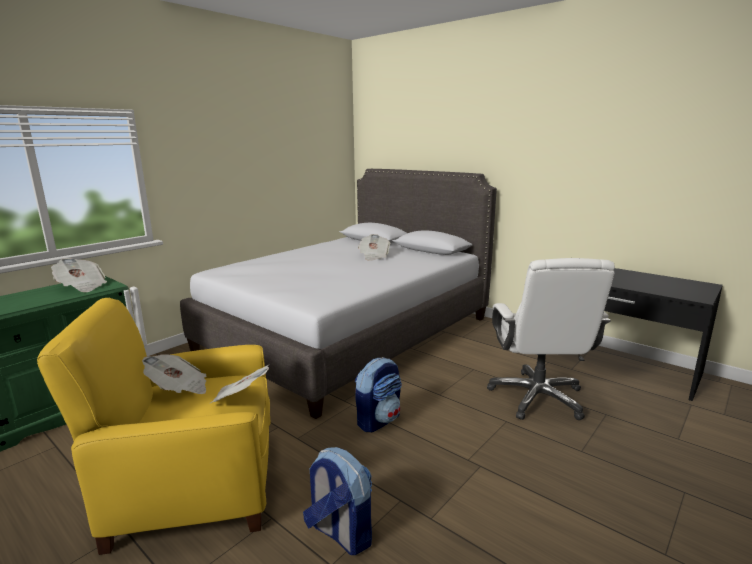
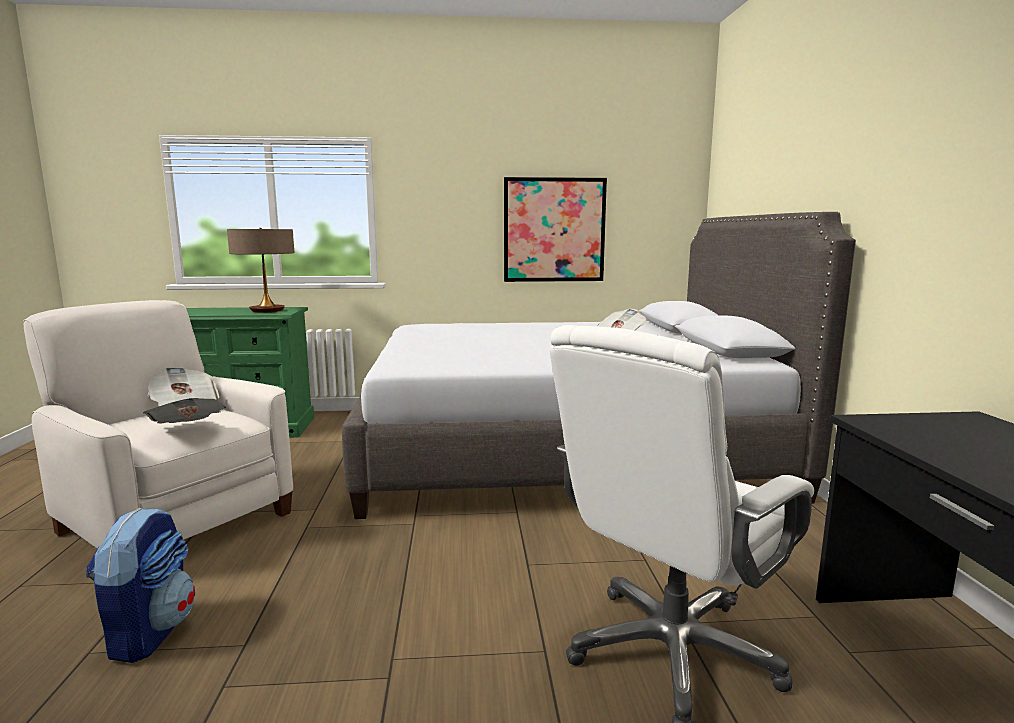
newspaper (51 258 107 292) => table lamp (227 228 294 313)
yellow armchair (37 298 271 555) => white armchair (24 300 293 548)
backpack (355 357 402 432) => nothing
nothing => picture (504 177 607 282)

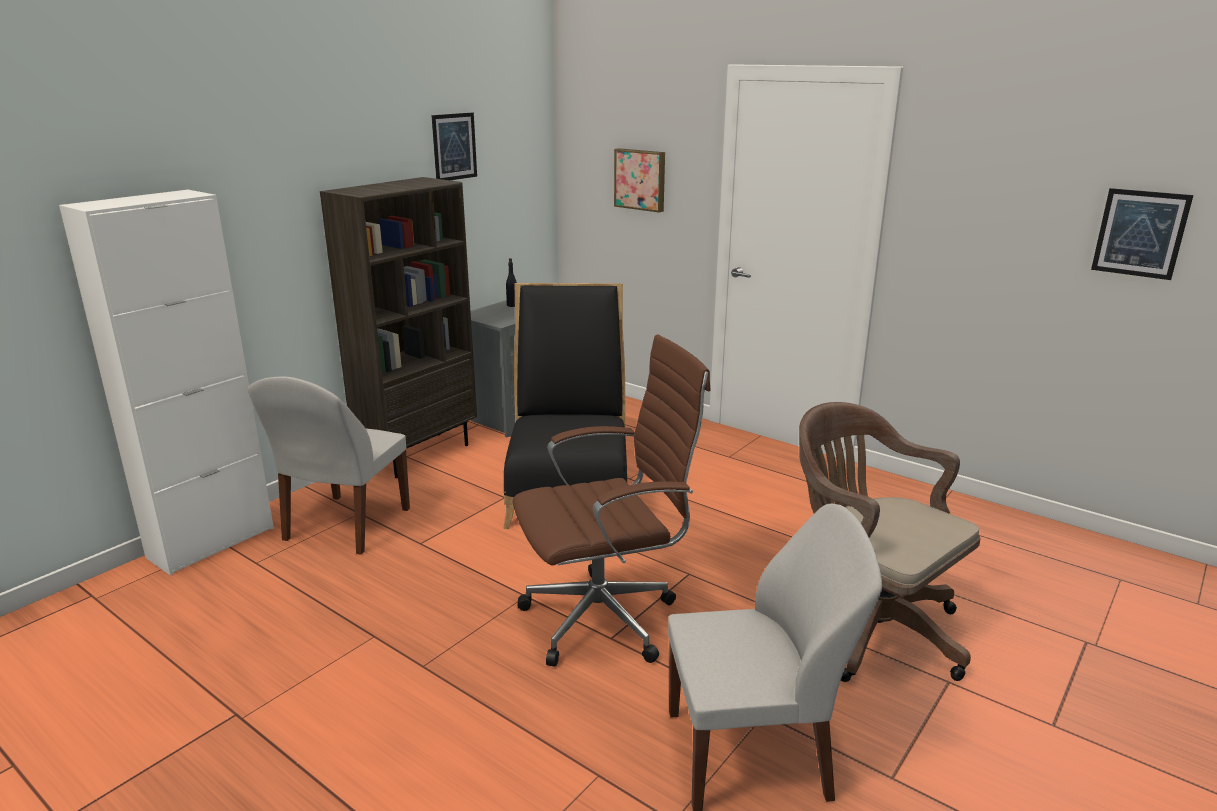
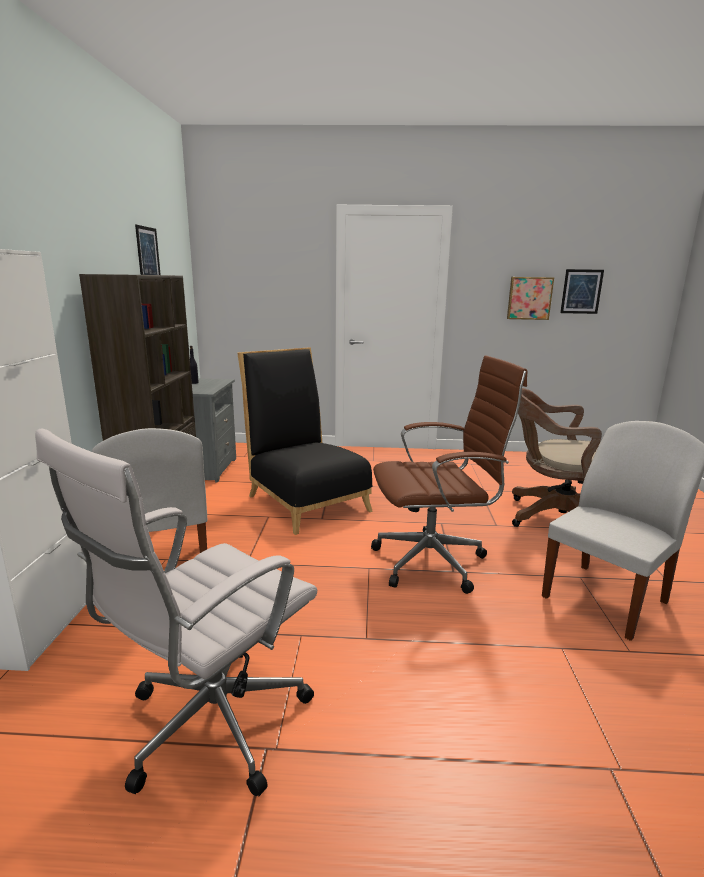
picture (614 148 665 213) => picture (507 277 554 320), relocated
brown office chair (512 334 711 667) => brown office chair (371 355 527 594), 45 degrees clockwise
nothing => white office chair (35 428 317 796)

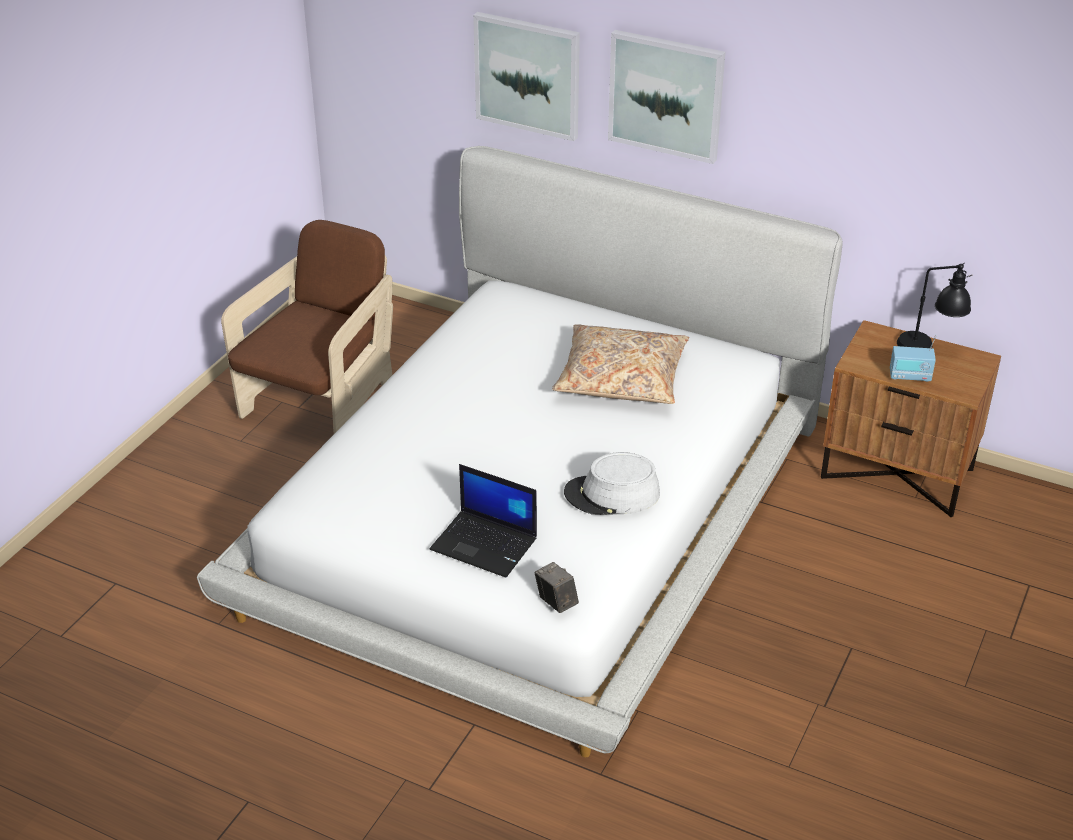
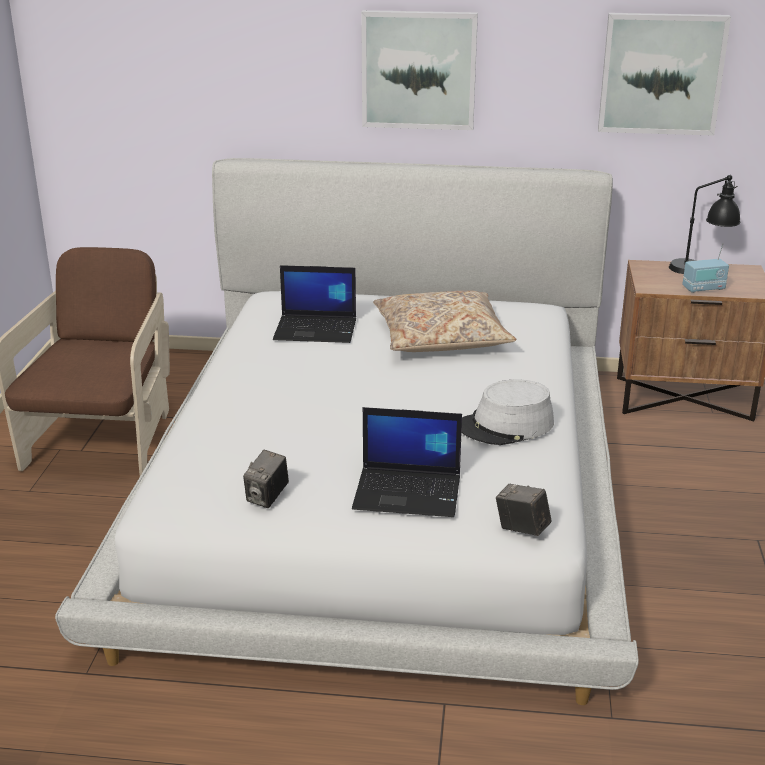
picture (473 12 580 141) => picture (598 13 731 136), relocated
nothing => laptop (273 265 356 343)
nothing => photo camera (243 450 289 508)

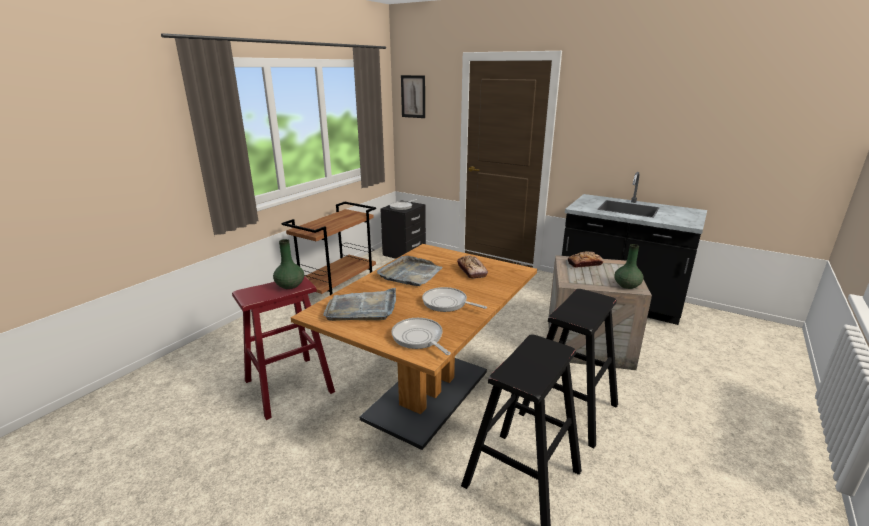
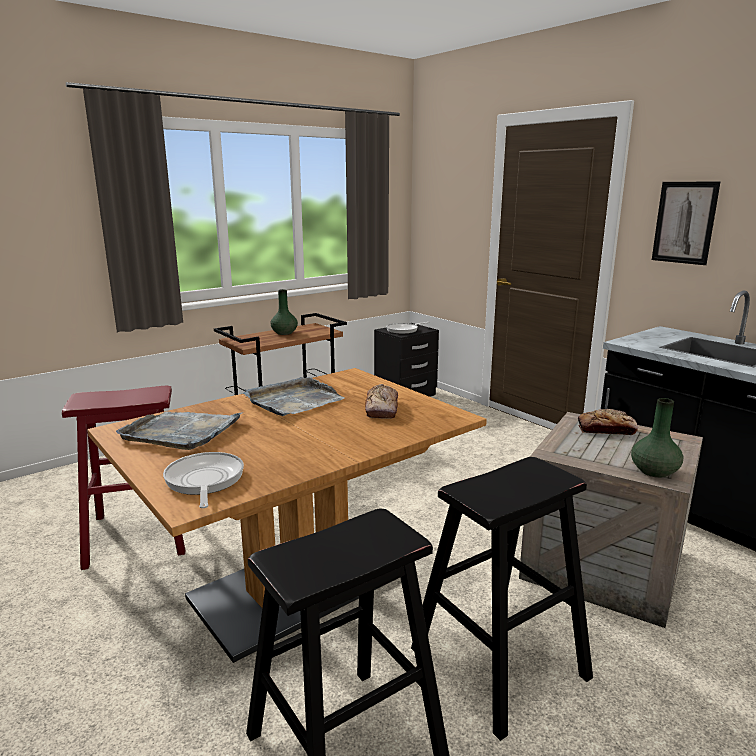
picture (401 75 425 118) => picture (652 182 720 265), relocated
green vase (273 239 304 289) => green vase (271 289 298 335), relocated
frying pan (422 287 487 312) => nothing

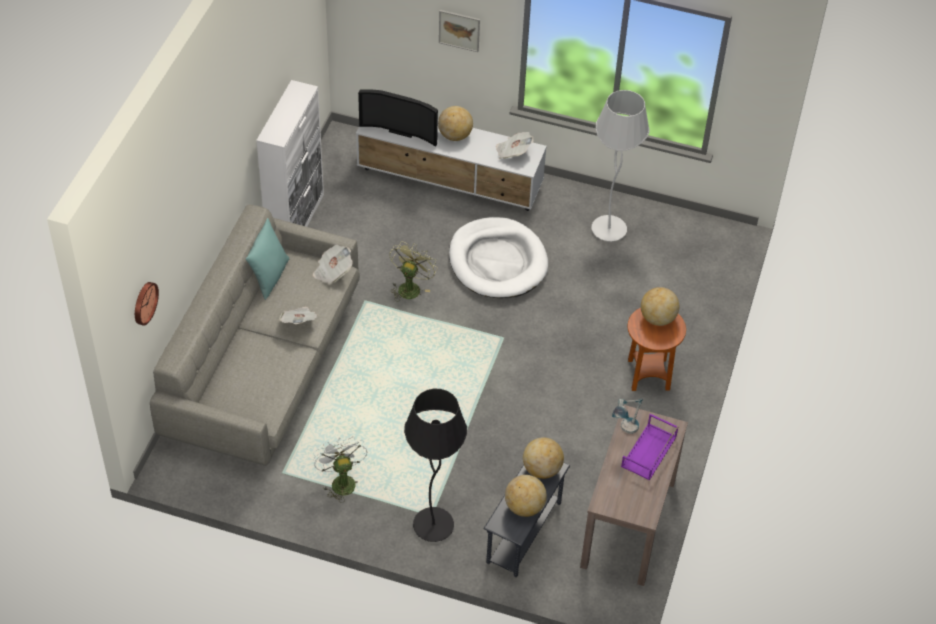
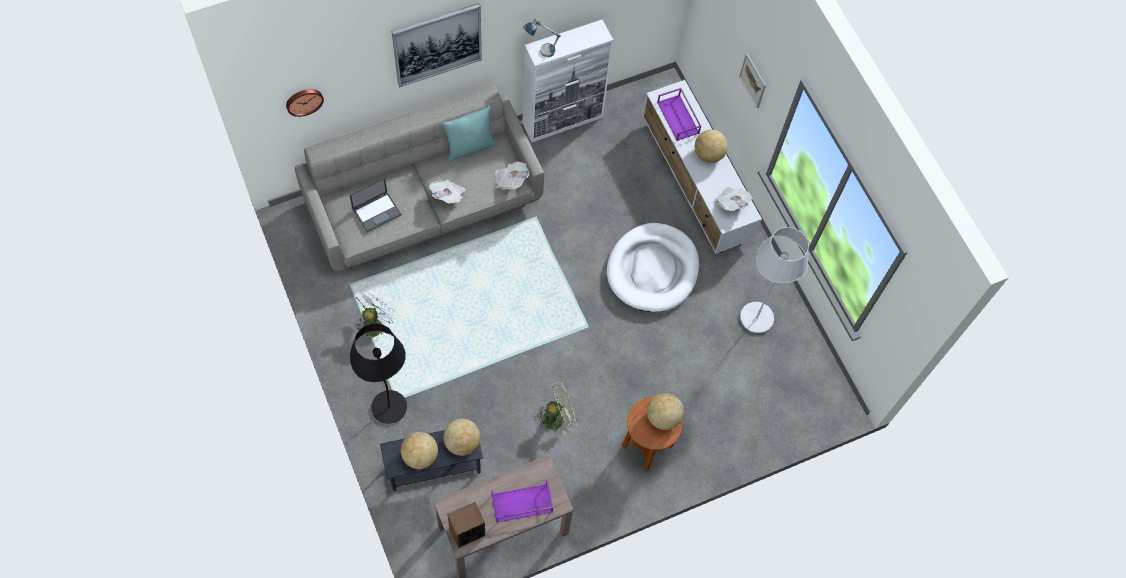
television (358 89 438 147) => purple tray (657 88 701 141)
green fan (389 242 437 302) => green fan (534 382 576 435), relocated
table lamp (612 399 642 434) => table lamp (523 18 561 57), relocated
nothing => picture (391 3 482 87)
nothing => laptop (349 178 402 232)
nothing => speaker (447 502 485 548)

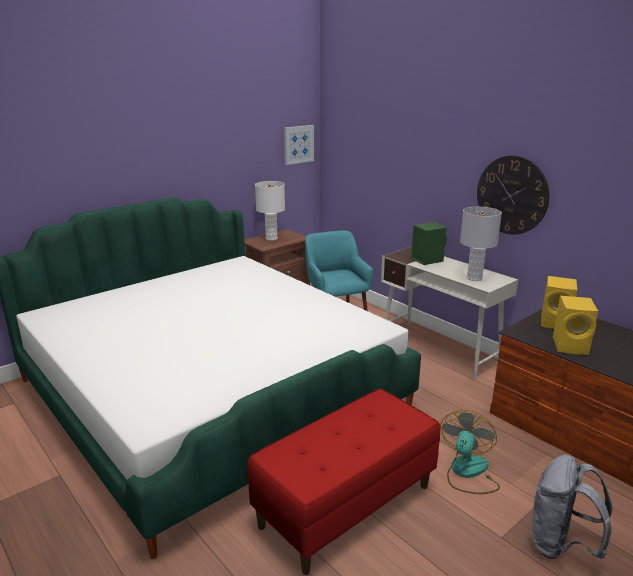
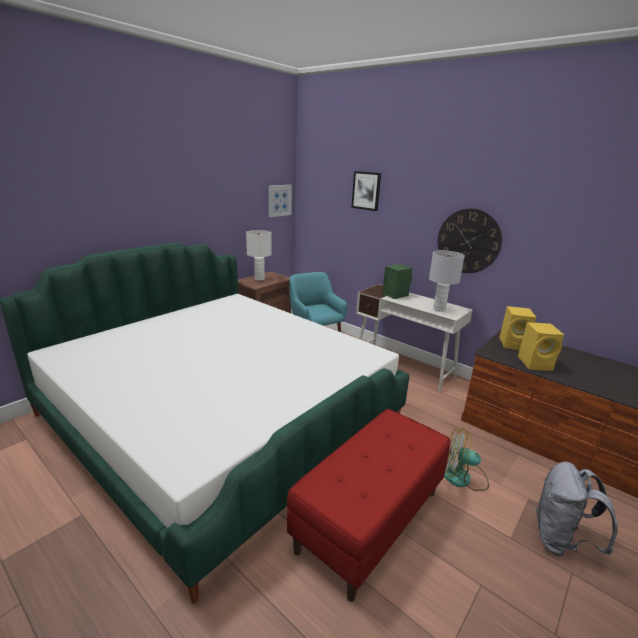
fan (441 410 500 494) => fan (444 428 489 491), 90 degrees counterclockwise
nothing => picture (351 171 381 211)

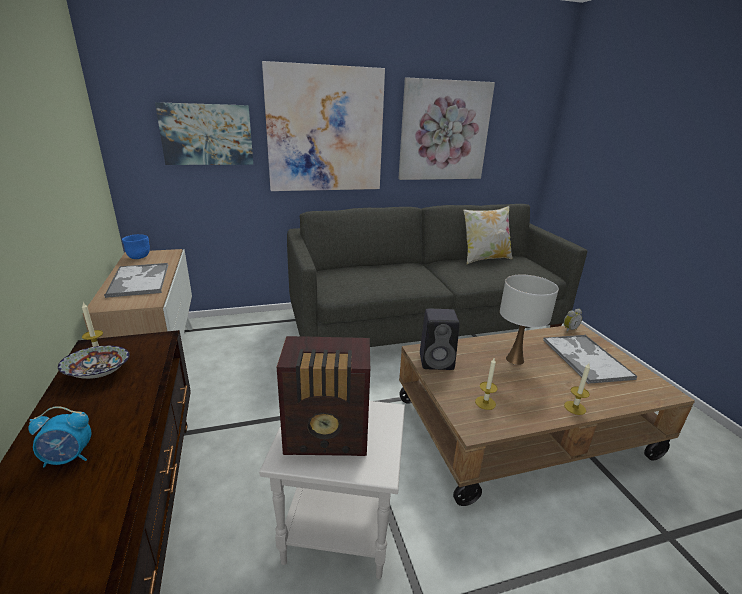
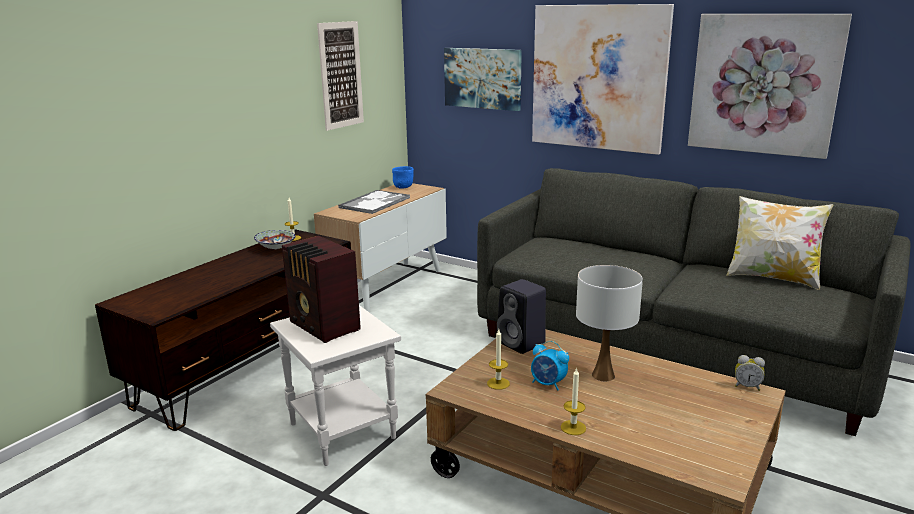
tray (543 335 637 384) => nothing
alarm clock (28 406 92 467) => alarm clock (531 341 569 391), relocated
nothing => picture (317 21 364 131)

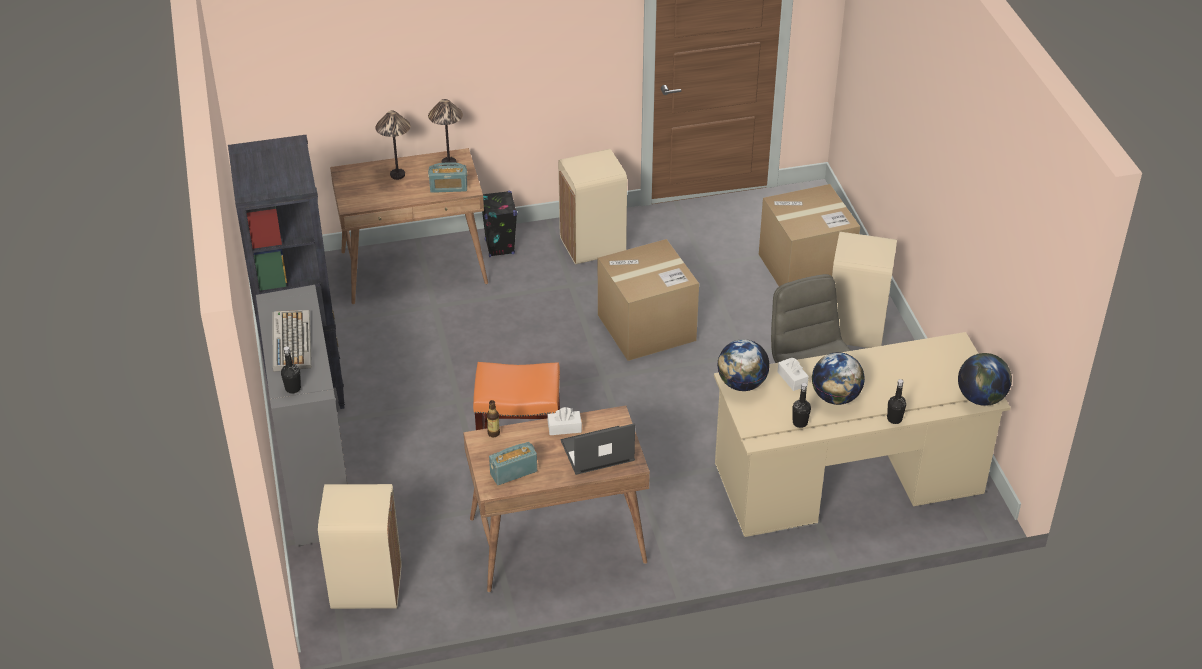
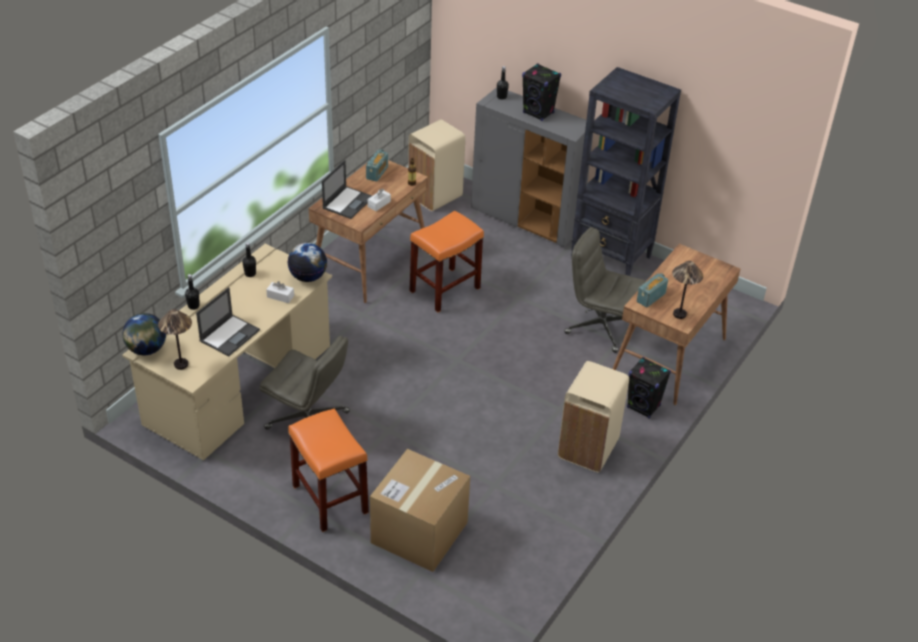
table lamp (375 111 410 180) => table lamp (158 309 192 370), relocated
beige trash can (832 232 897 348) => orange stool (288 408 369 532)
cardboard box (598 239 699 361) => nothing
keyboard (272 310 311 372) => black speaker (522 63 561 121)
globe (812 352 865 405) => nothing
nothing => grey office chair (564 227 646 353)
nothing => laptop (196 287 260 356)

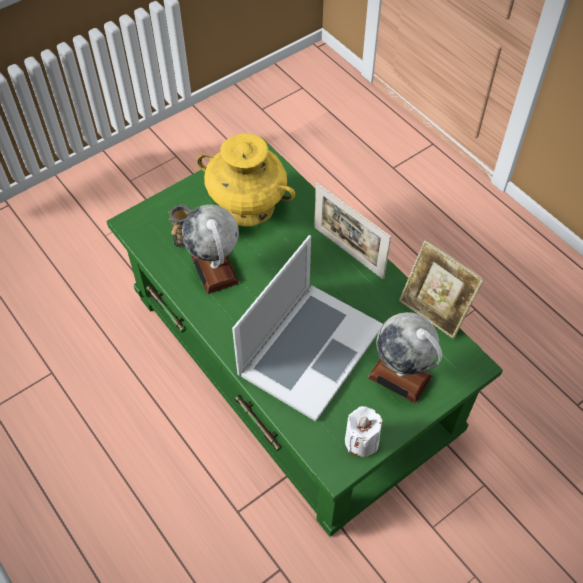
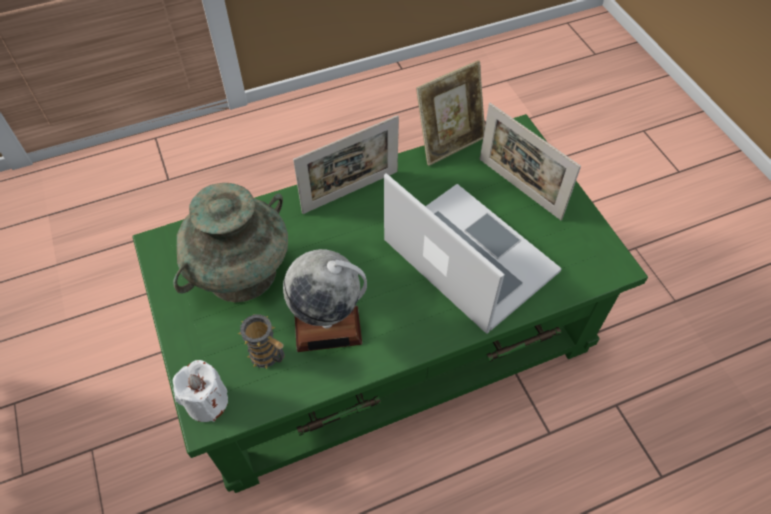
yellow vase (197 133 295 227) => turquoise vase (173 183 288 303)
globe (368 312 442 404) => picture frame (480 103 581 221)
white candle (345 406 383 457) => white candle (173 360 228 422), relocated

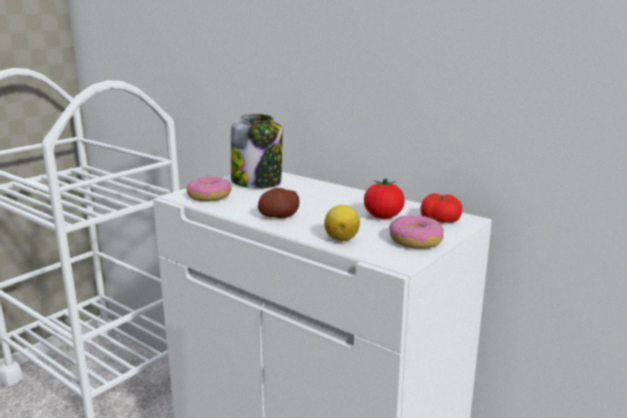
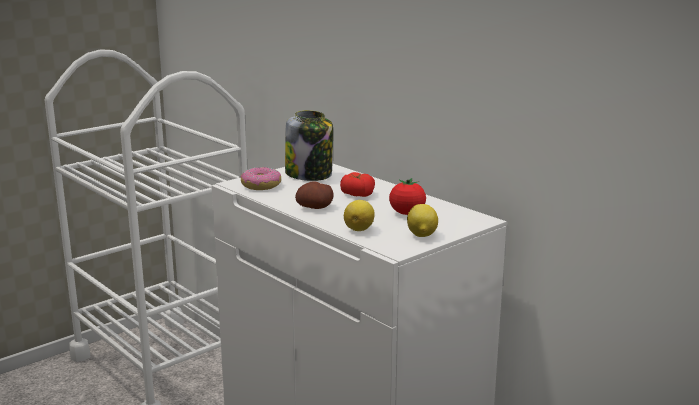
tomato (421 193 462 223) => tomato (340 172 375 197), relocated
donut (389 215 444 249) => lemon (407 204 438 237)

